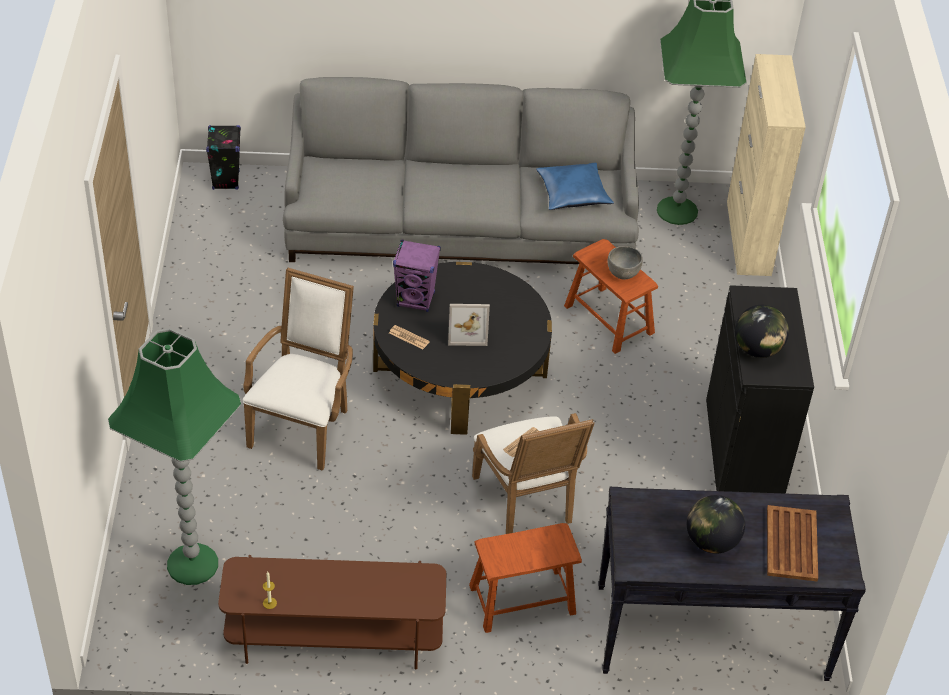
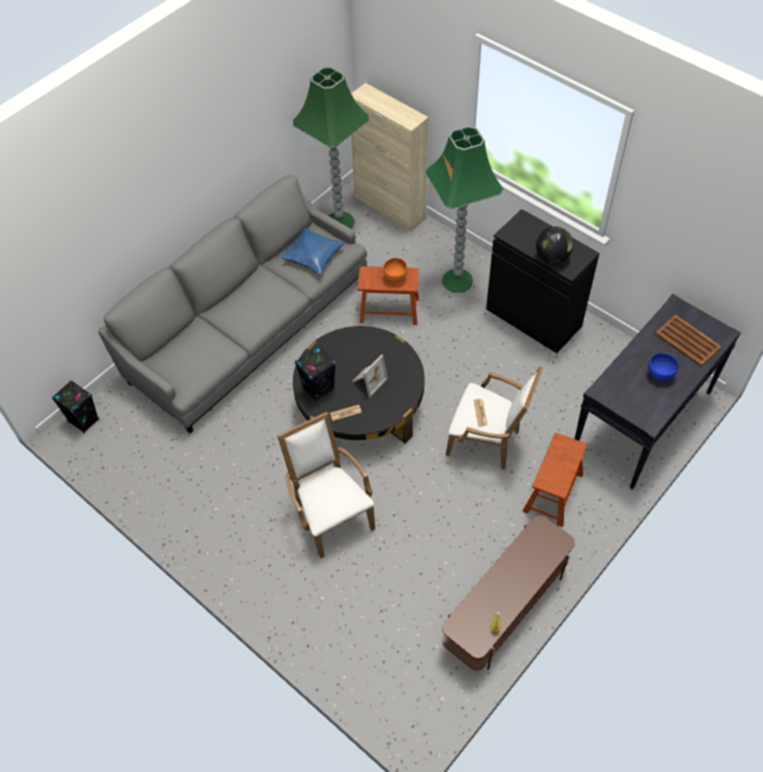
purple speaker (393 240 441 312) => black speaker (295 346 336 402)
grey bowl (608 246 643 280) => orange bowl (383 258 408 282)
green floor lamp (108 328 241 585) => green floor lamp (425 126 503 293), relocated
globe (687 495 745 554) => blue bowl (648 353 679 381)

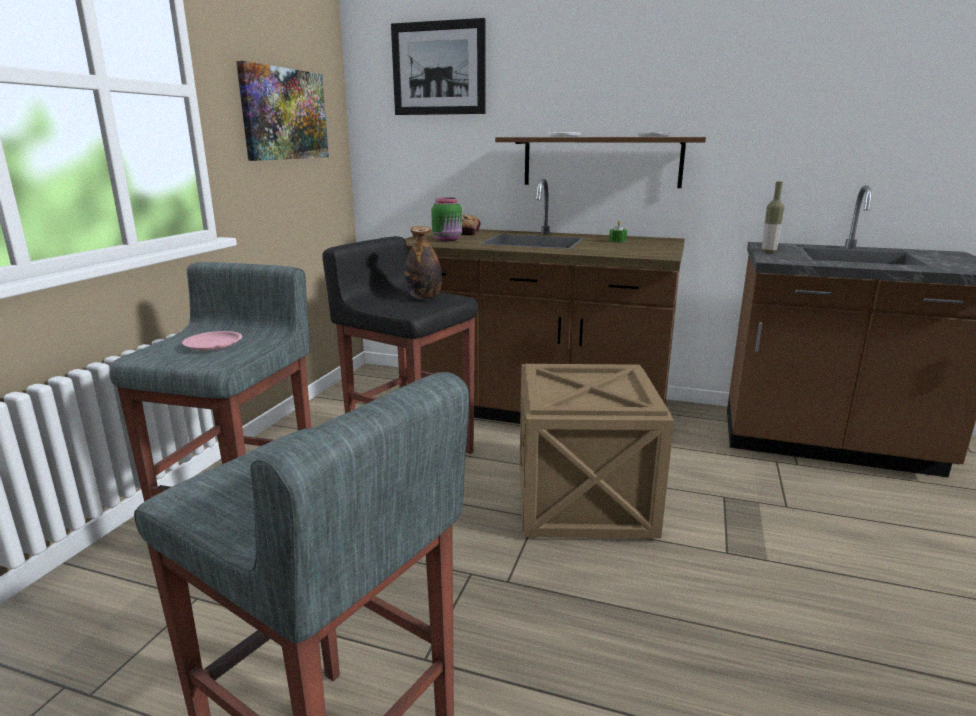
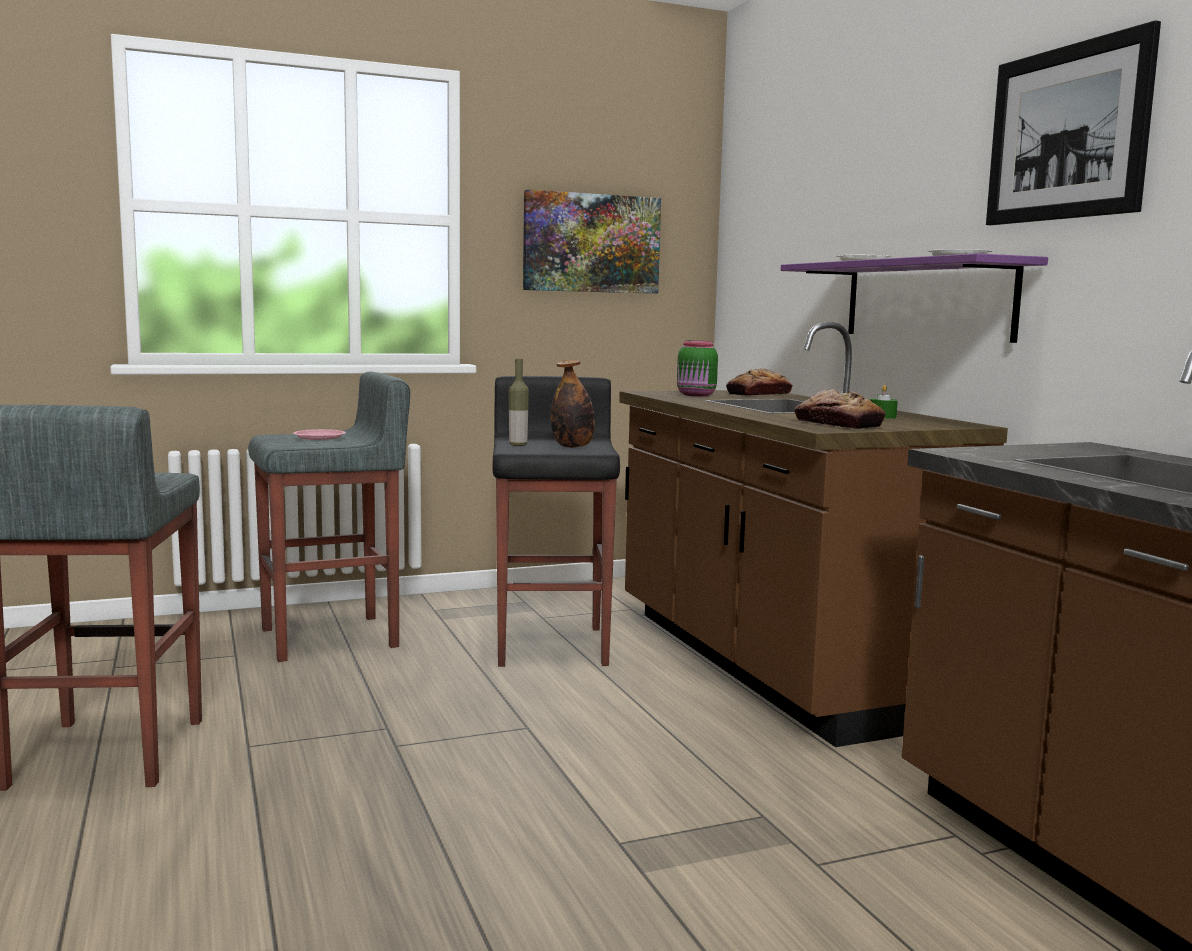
picture (391 18 486 115) => picture (986 20 1161 225), relocated
brown shelf (495 137 706 188) => purple shelf (781 253 1048 343)
bottle (762 182 784 253) => bottle (509 359 529 446), relocated
crate (519 364 674 539) => nothing
nothing => bread (794 389 885 429)

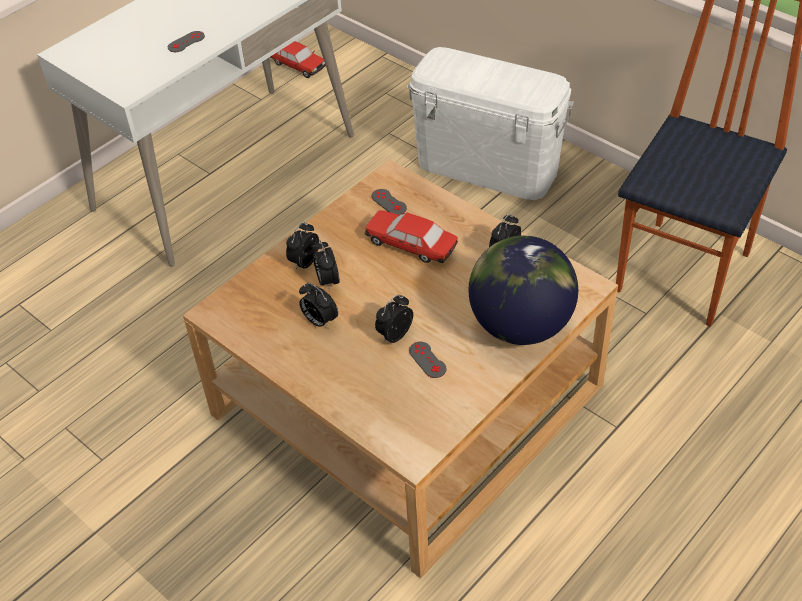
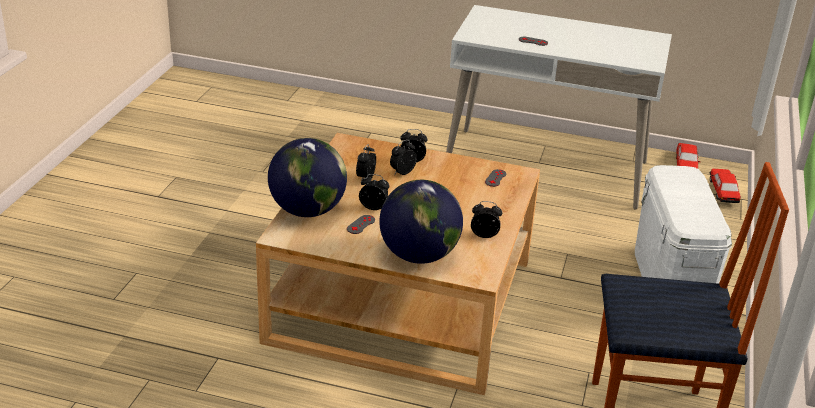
toy car (365 210 458 263) => toy car (710 169 741 203), relocated
nothing => globe (268 138 347 217)

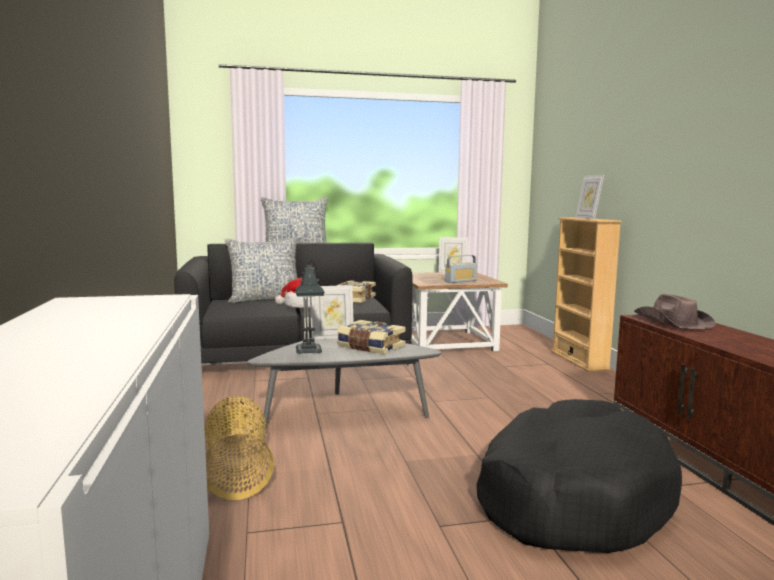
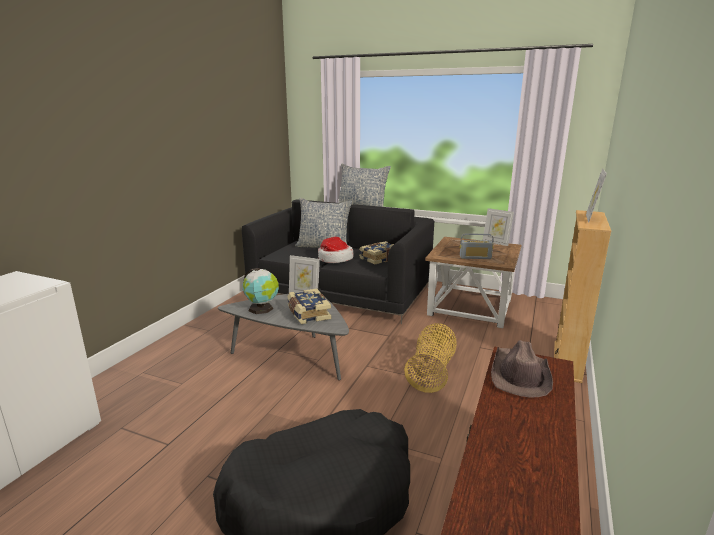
table lamp (295 261 324 354) => globe (243 268 279 314)
basket (204 396 274 500) => basket (404 323 457 393), relocated

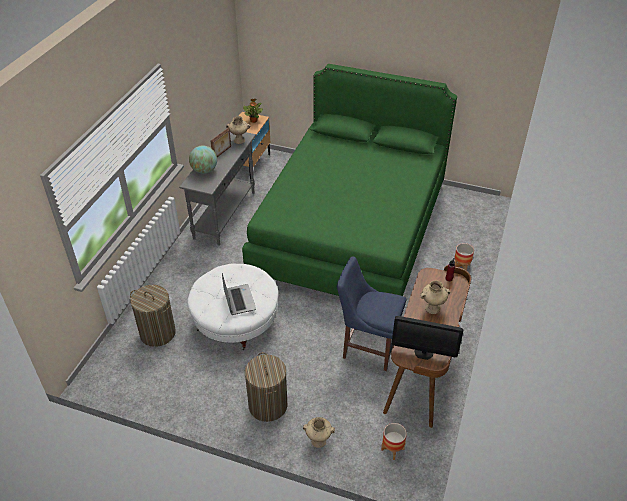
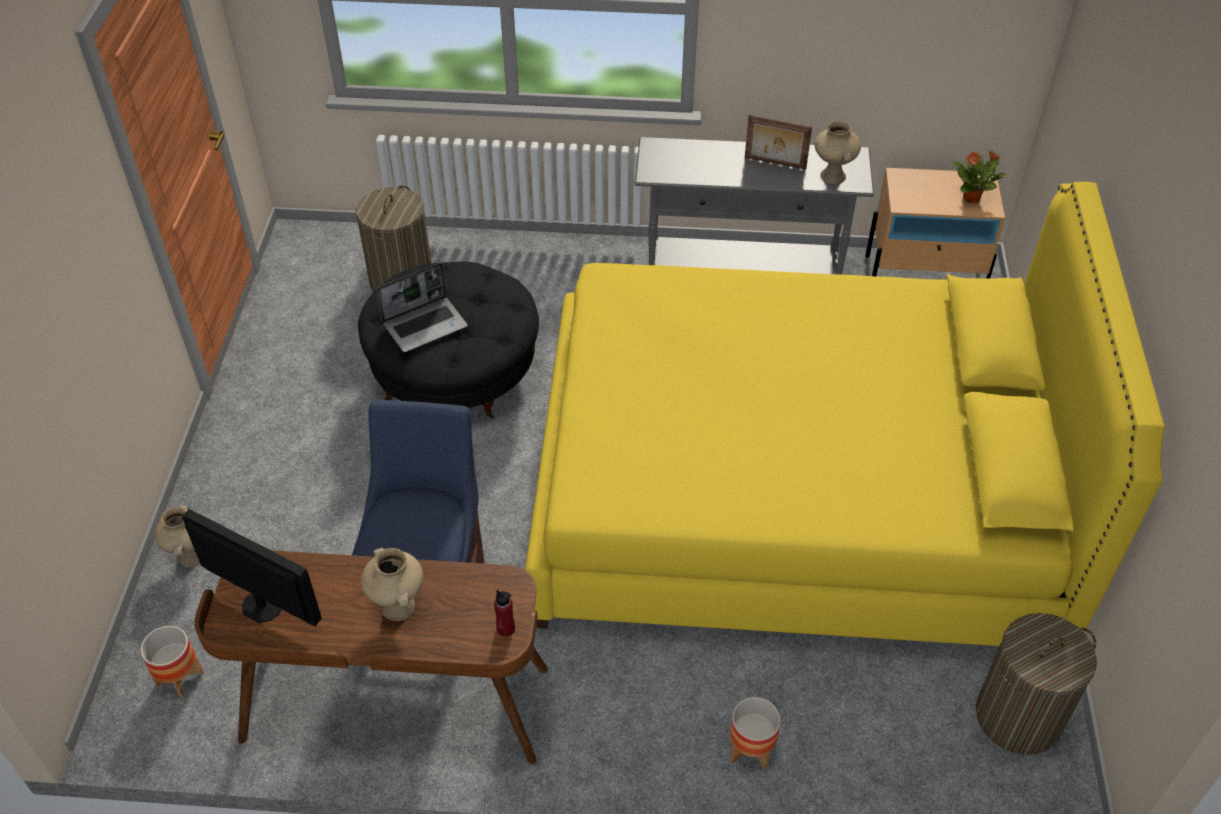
green bed (242 64 457 296) => yellow bed (525 182 1165 646)
globe (189 145 217 174) => nothing
white ottoman (187 264 279 350) => black ottoman (358 261 539 418)
monitor (392 316 463 360) => monitor (182 509 322 626), 120 degrees clockwise
laundry basket (245 352 288 422) => laundry basket (976 613 1097 755), relocated

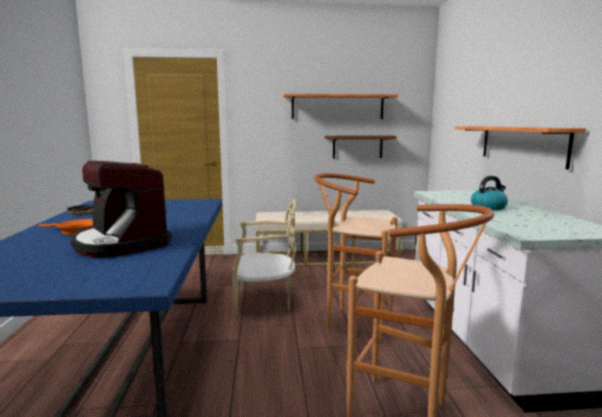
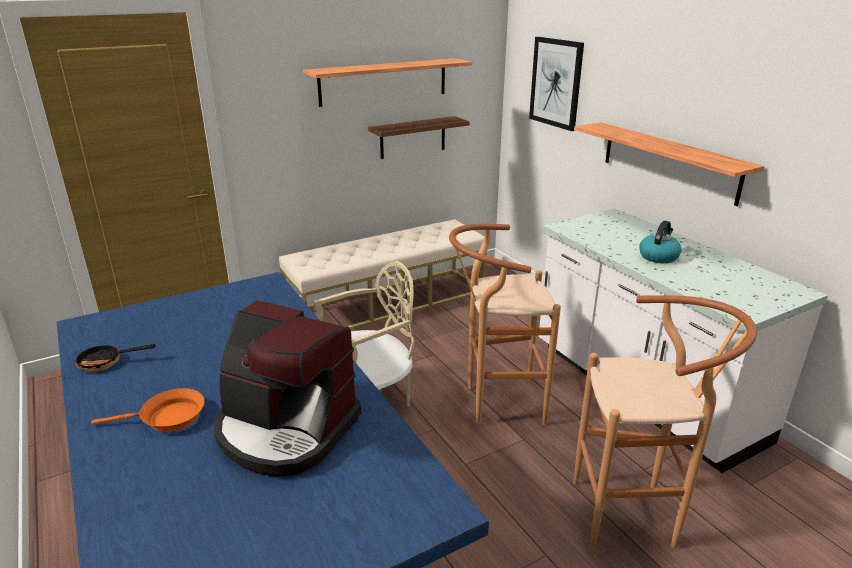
nothing => picture (529 37 584 131)

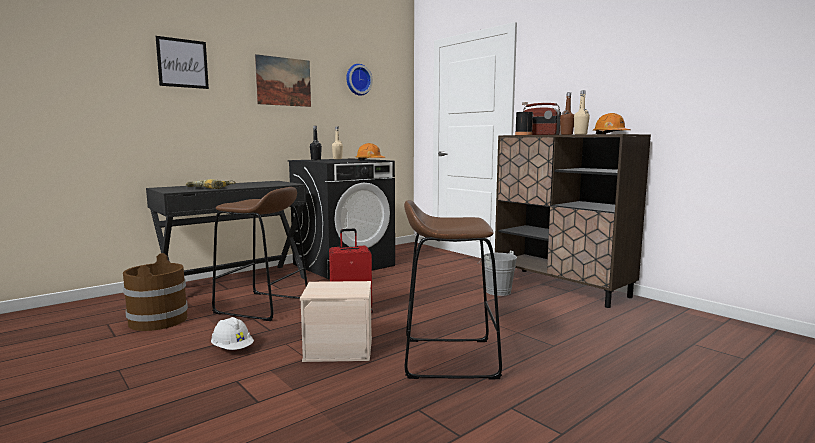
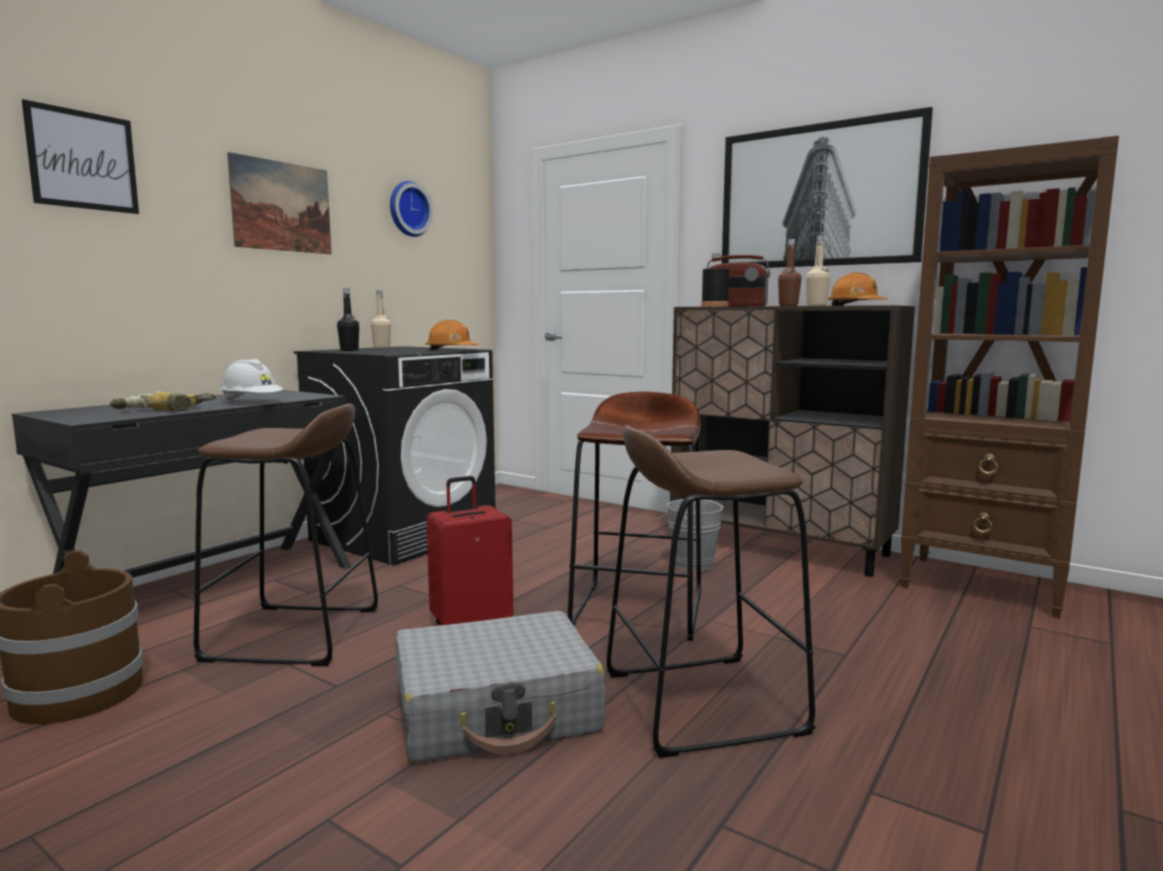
beige storage box (300 281 372 362) => grey suitcase (395 611 605 763)
white hard hat (211 317 254 350) => white hard hat (220 359 283 401), relocated
nothing => picture (722 107 933 268)
nothing => brown bookcase (900 136 1119 618)
nothing => brown stool (568 391 701 641)

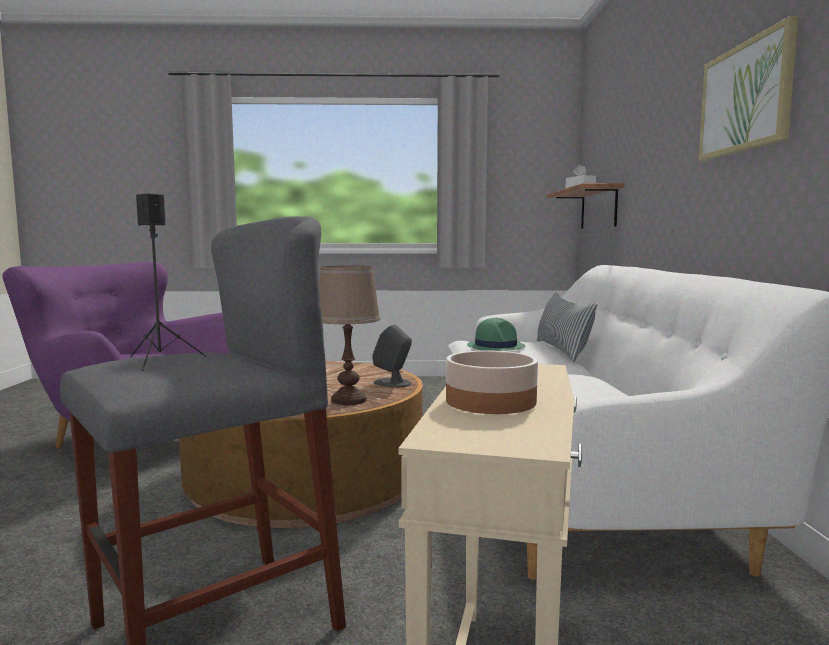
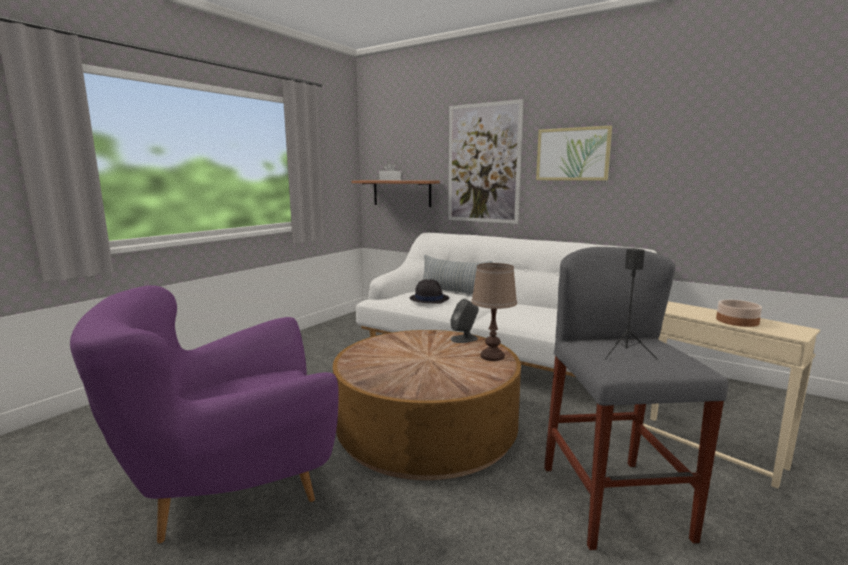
green hat (467 318 525 351) => black hat (410 279 449 304)
nothing => picture (448 99 523 224)

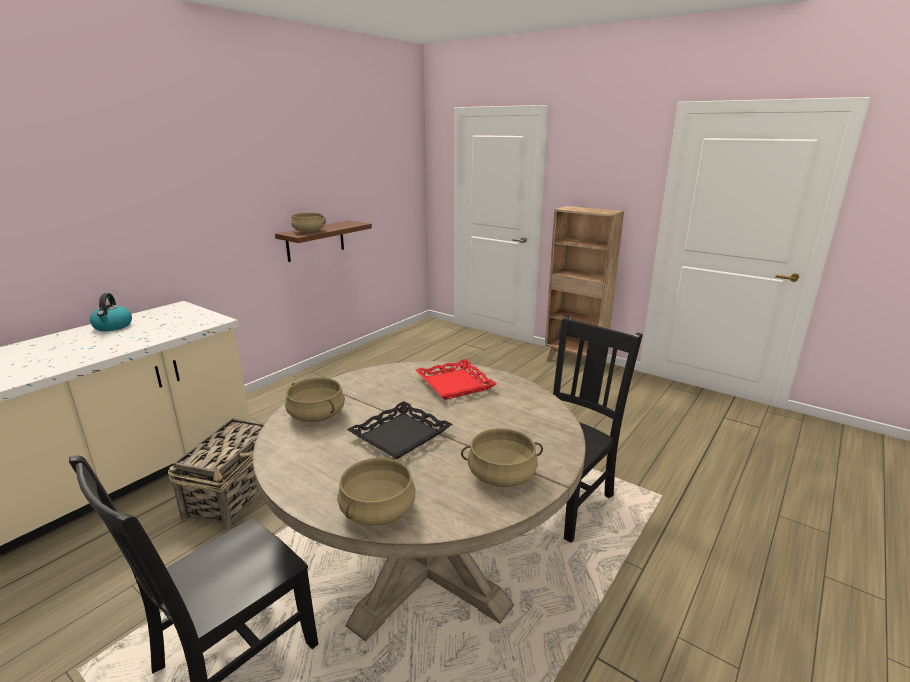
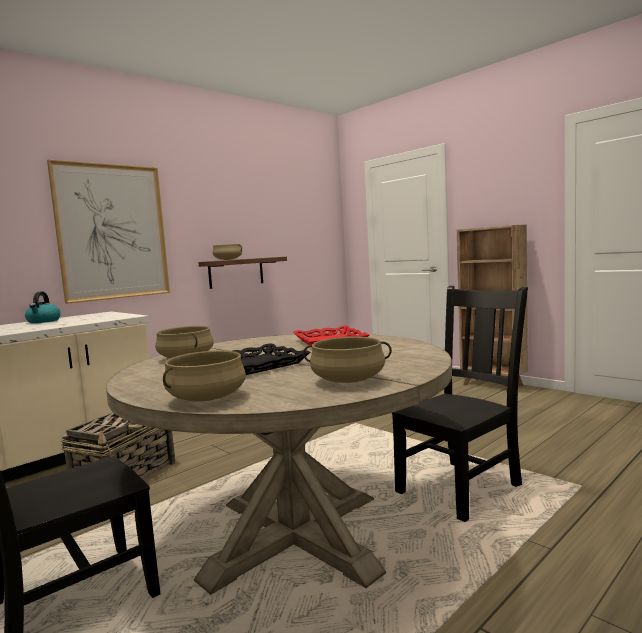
nothing => picture (47 159 170 304)

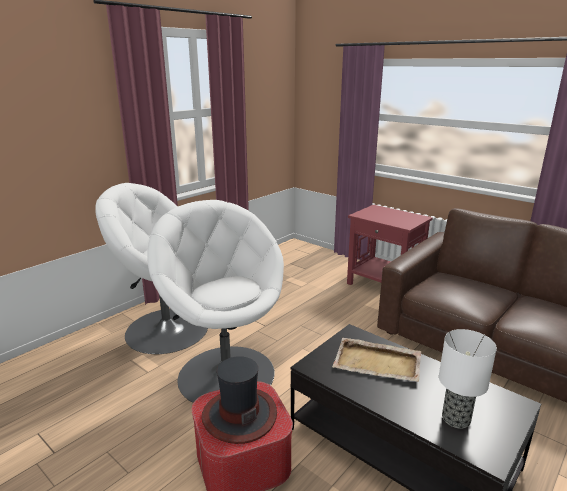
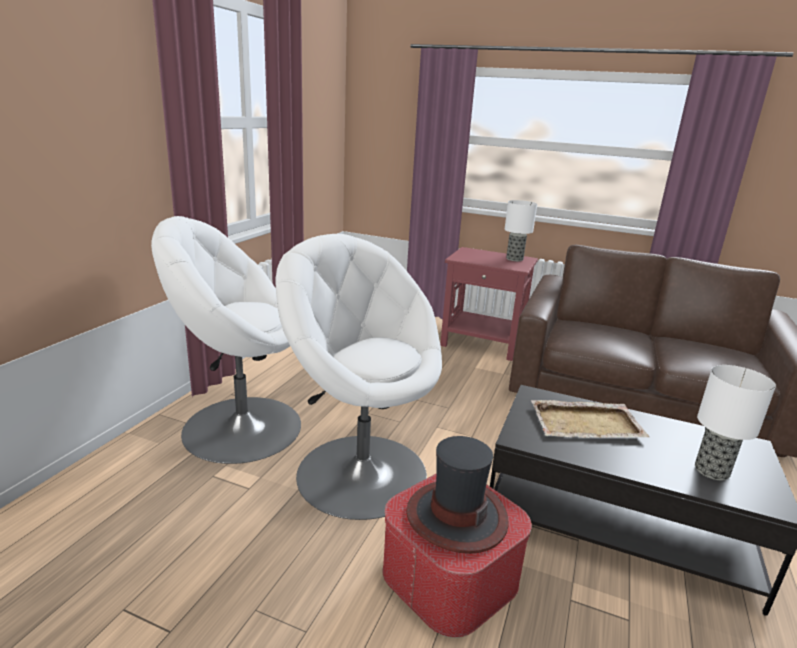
nothing => table lamp (505 200 537 261)

